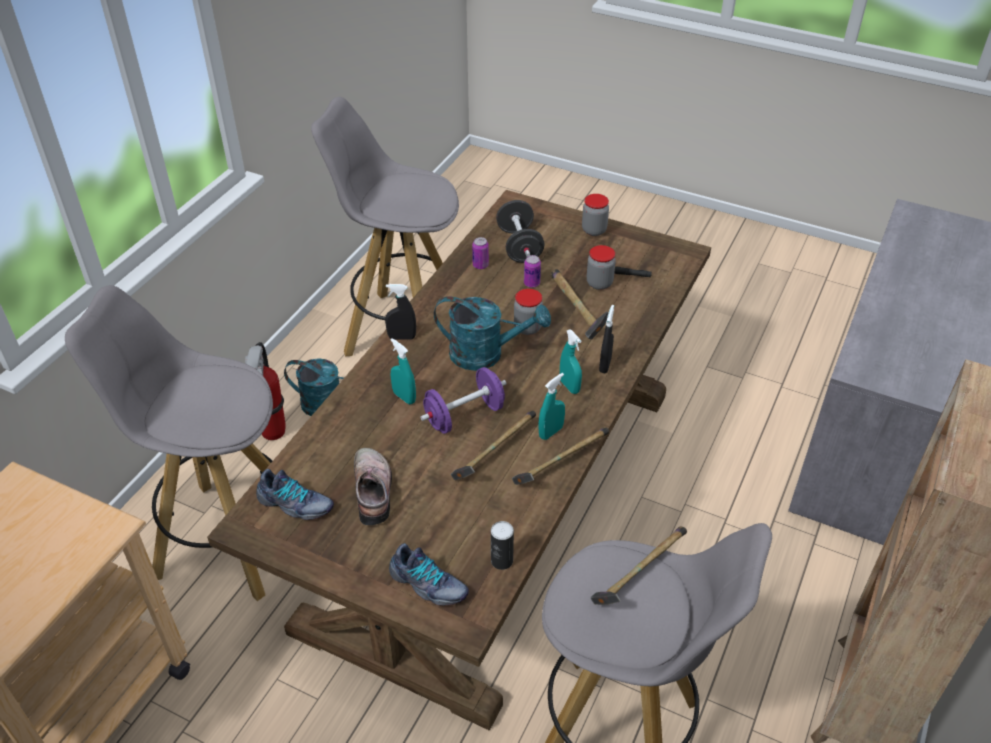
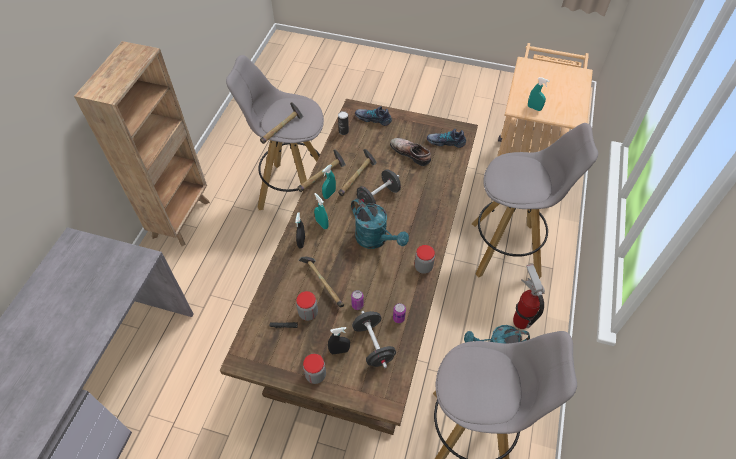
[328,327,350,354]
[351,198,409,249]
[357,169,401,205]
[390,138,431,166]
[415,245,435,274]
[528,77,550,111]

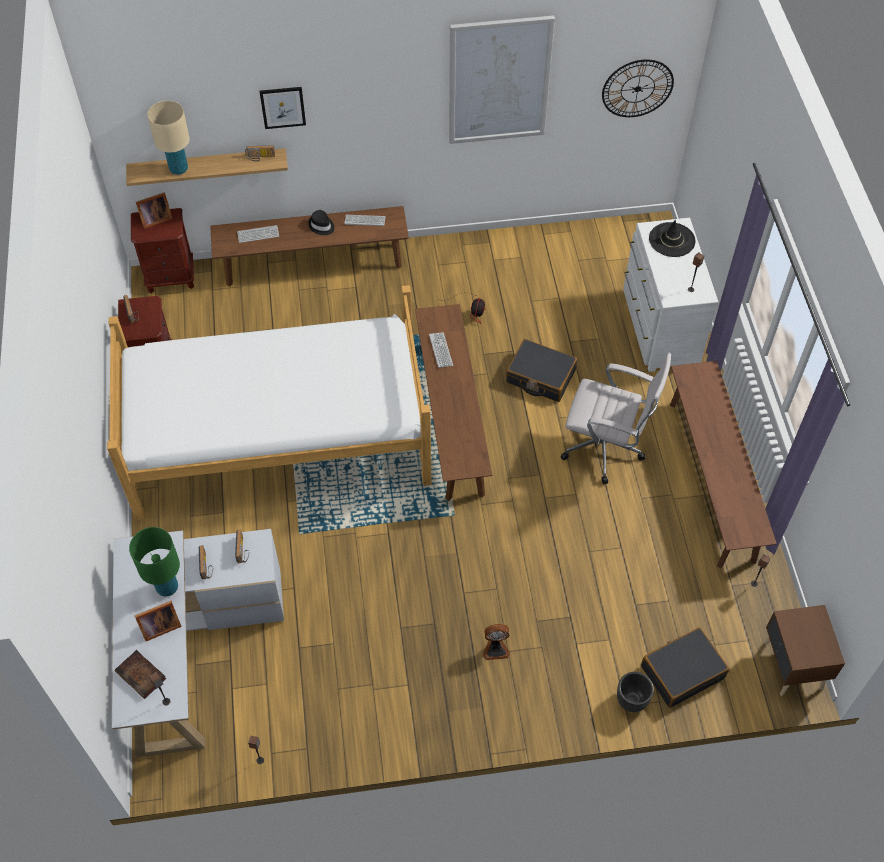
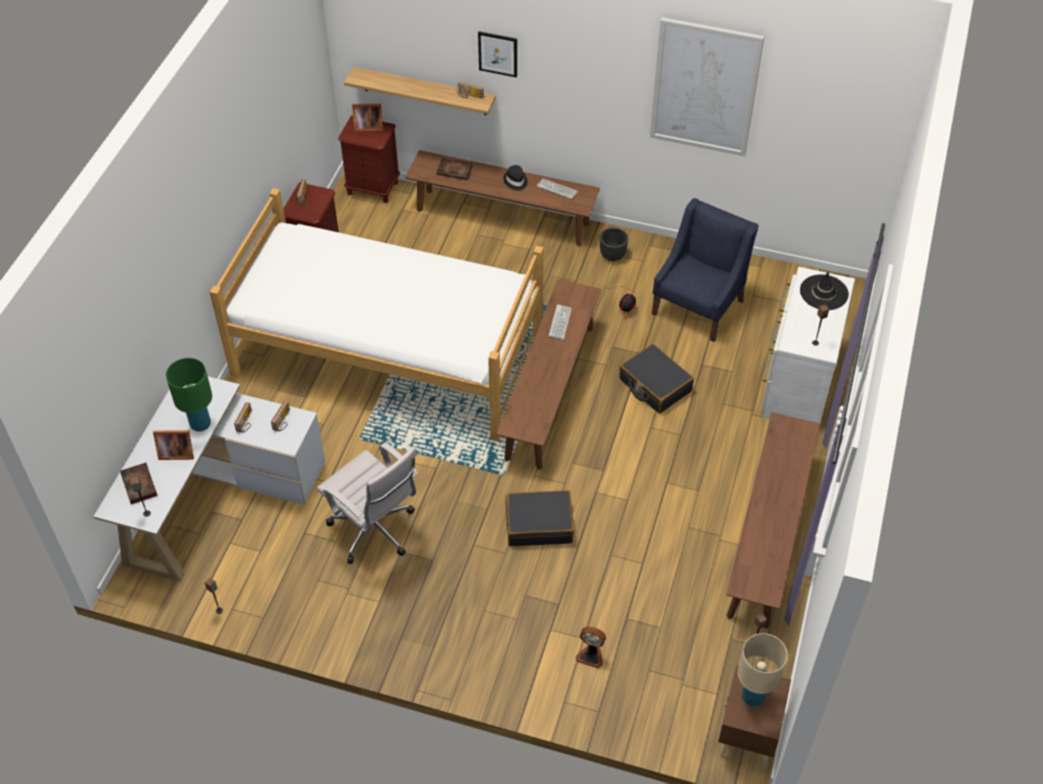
[317,442,418,564]
[437,158,473,180]
[506,490,574,546]
[576,626,606,669]
[600,228,628,261]
[652,198,759,342]
[738,633,788,706]
[602,59,674,117] (first image)

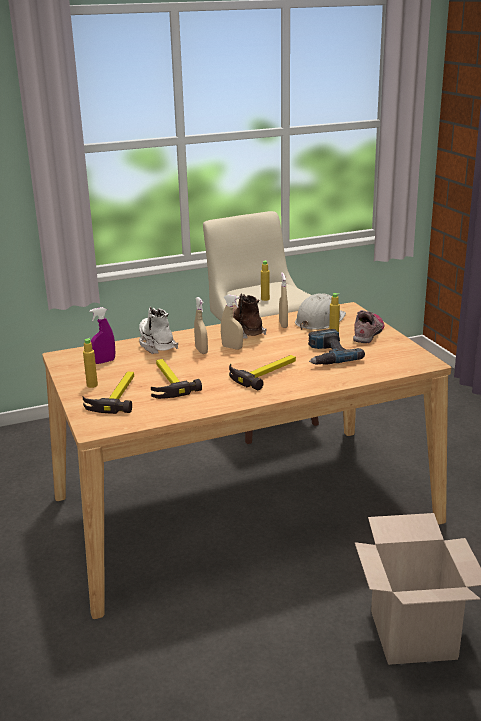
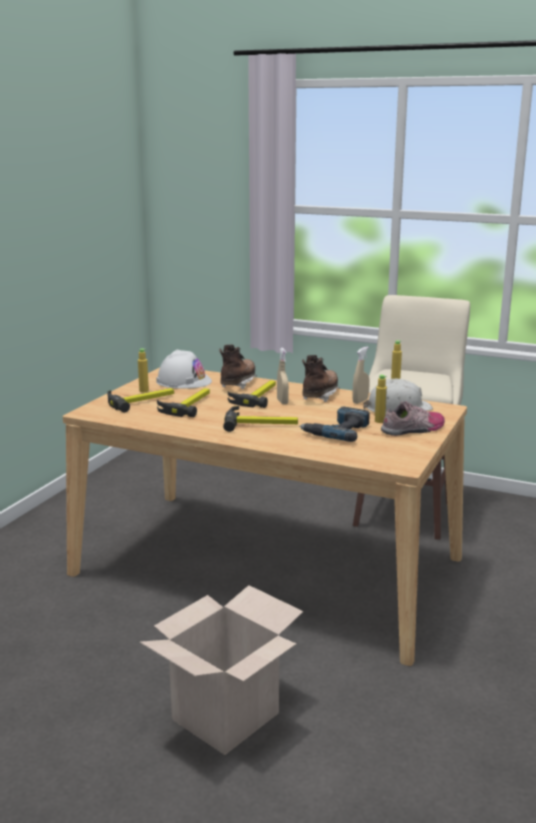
[156,350,212,389]
[219,345,257,389]
[228,380,276,408]

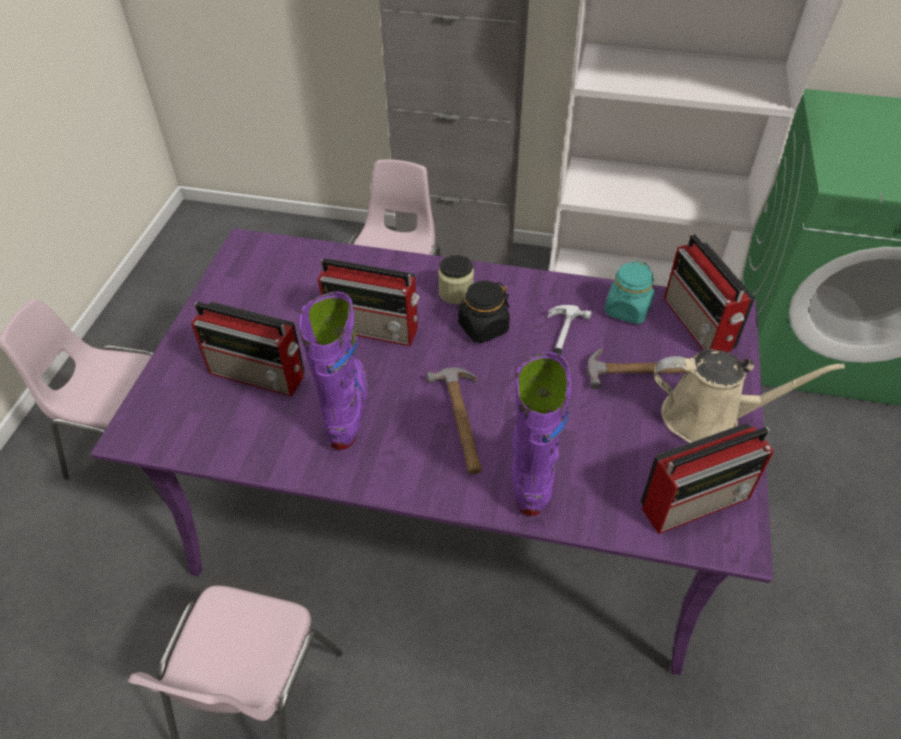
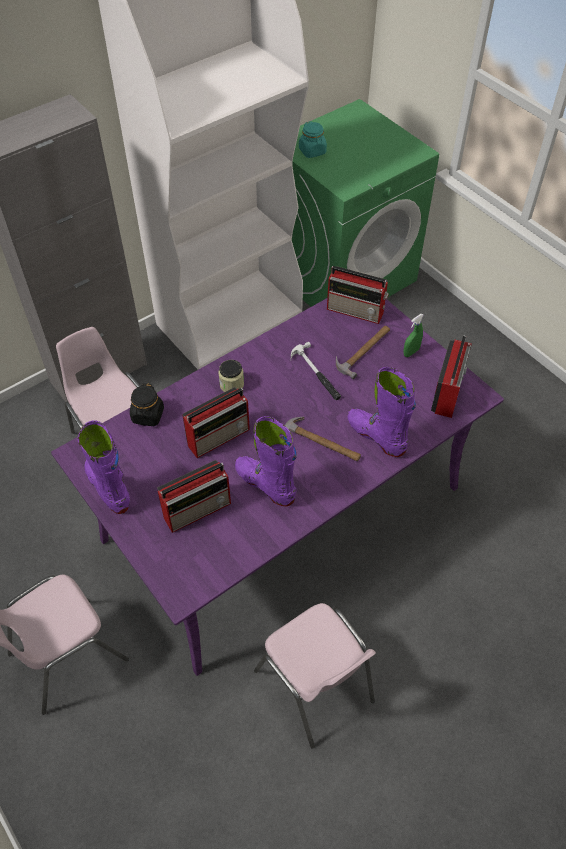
[78,421,130,514]
[130,383,164,426]
[299,121,327,158]
[403,314,424,357]

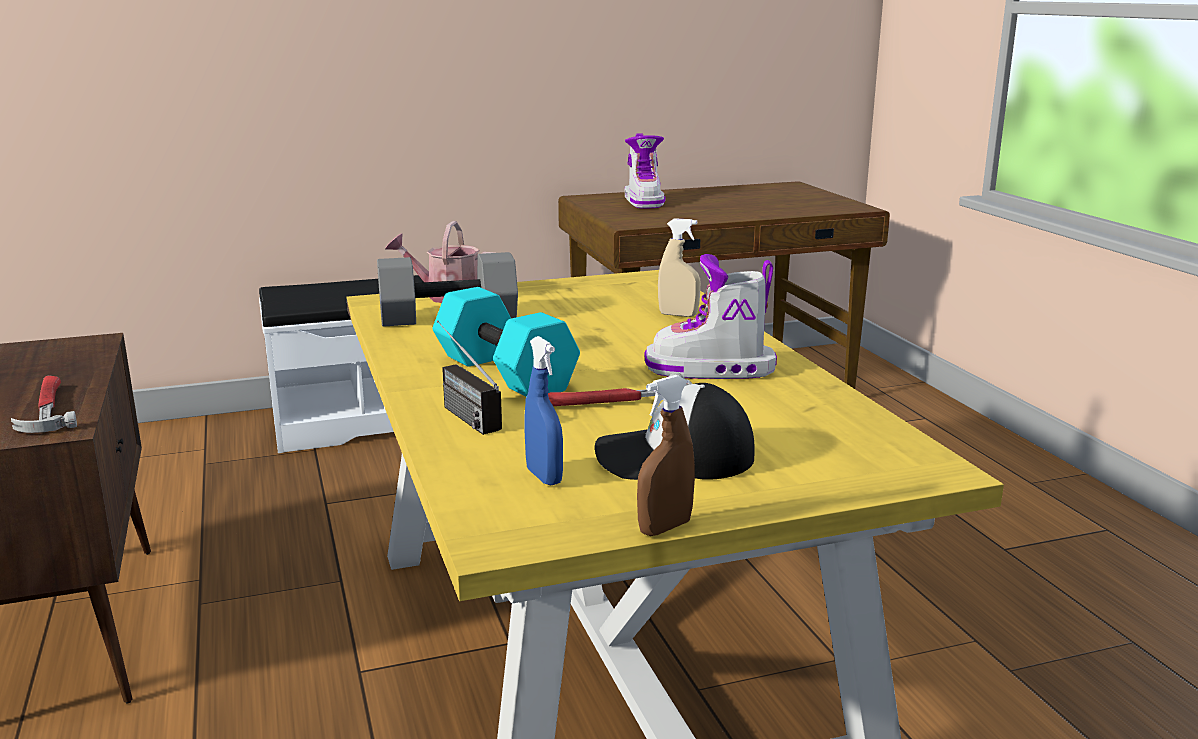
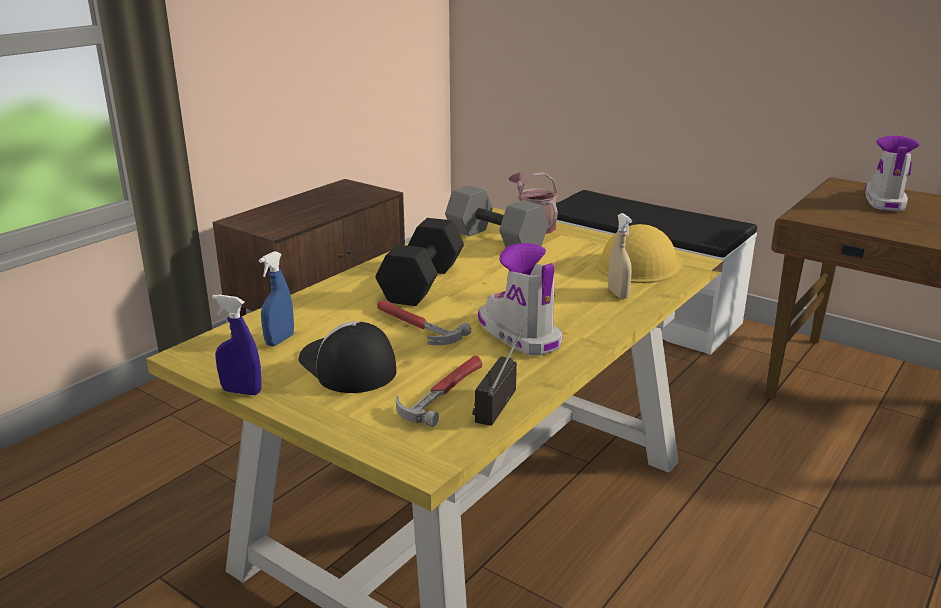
[212,294,261,395]
[375,218,464,306]
[396,355,482,427]
[472,318,528,426]
[596,224,684,283]
[865,135,920,211]

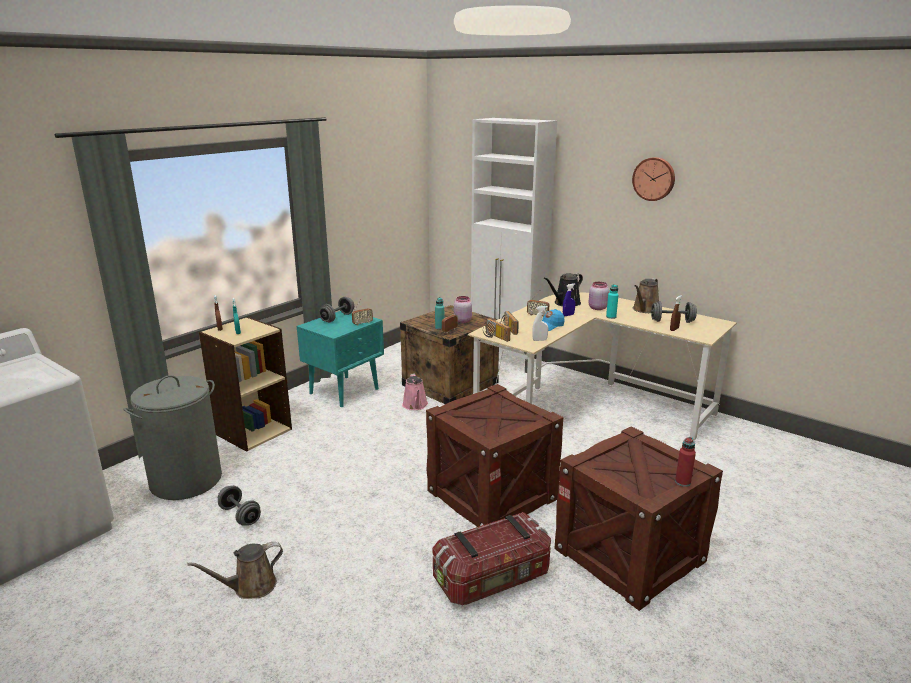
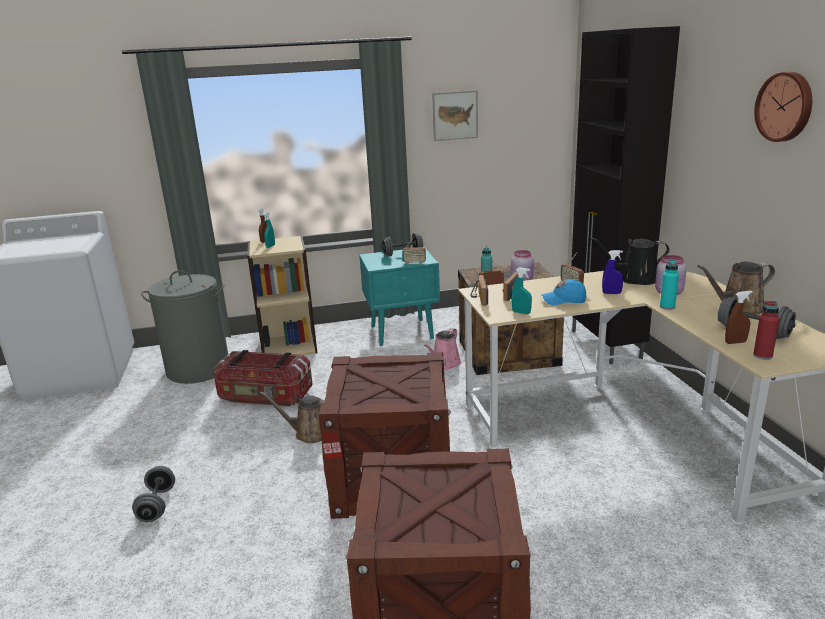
[132,466,175,522]
[213,350,313,407]
[260,392,325,443]
[432,90,478,141]
[512,267,532,314]
[571,26,680,365]
[753,301,780,360]

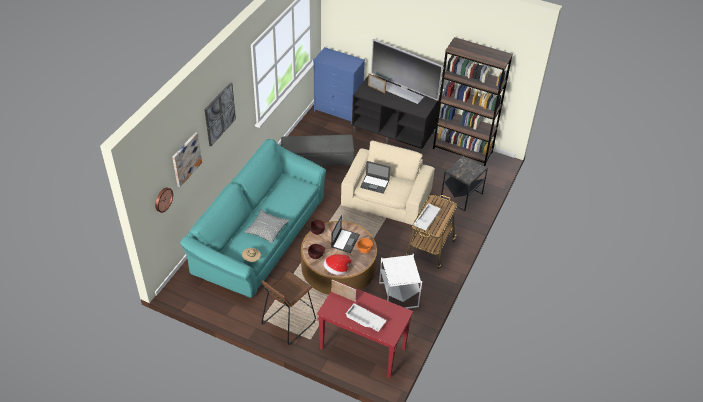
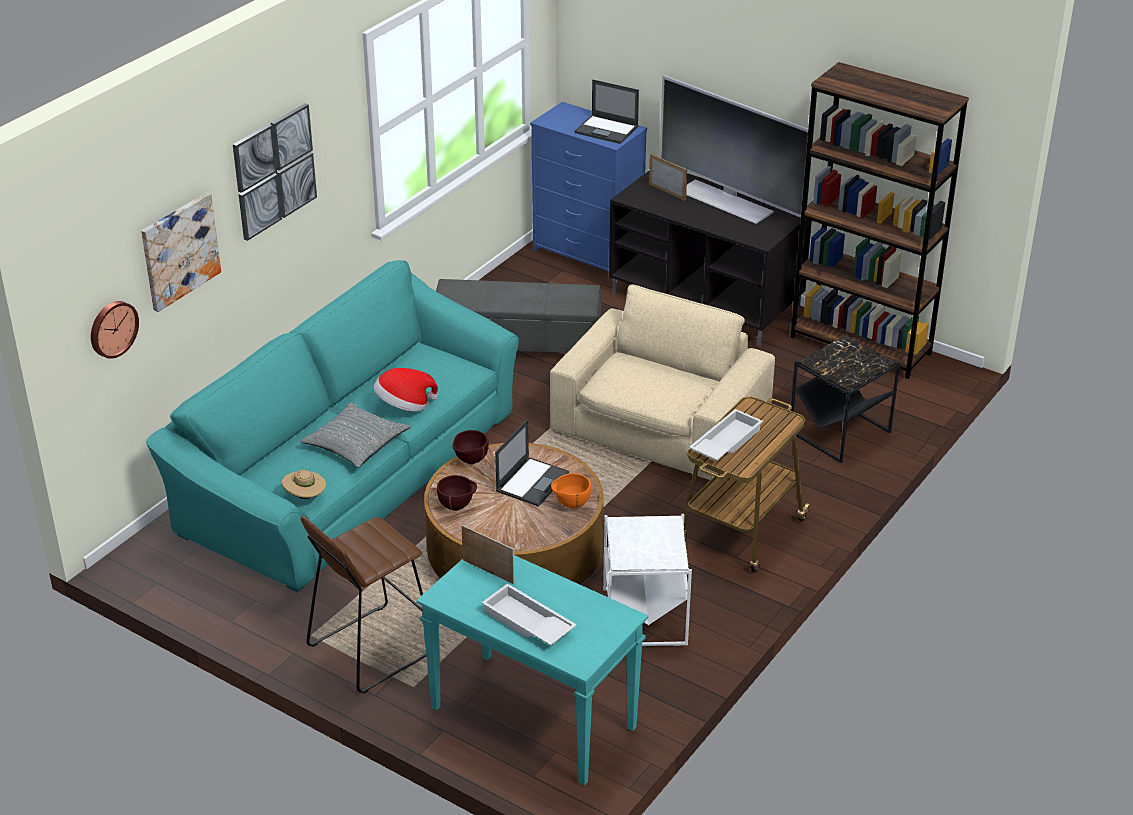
[374,368,438,412]
[416,555,648,785]
[574,79,639,144]

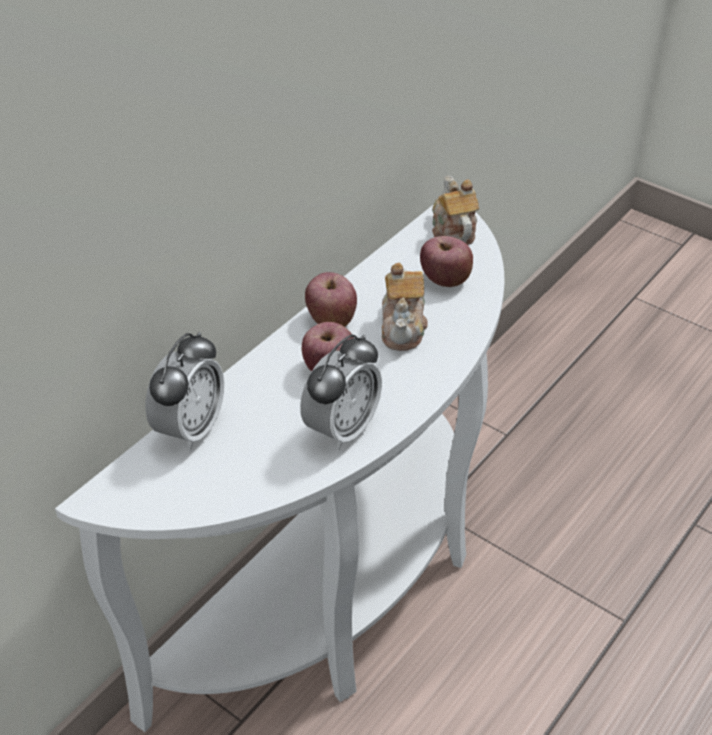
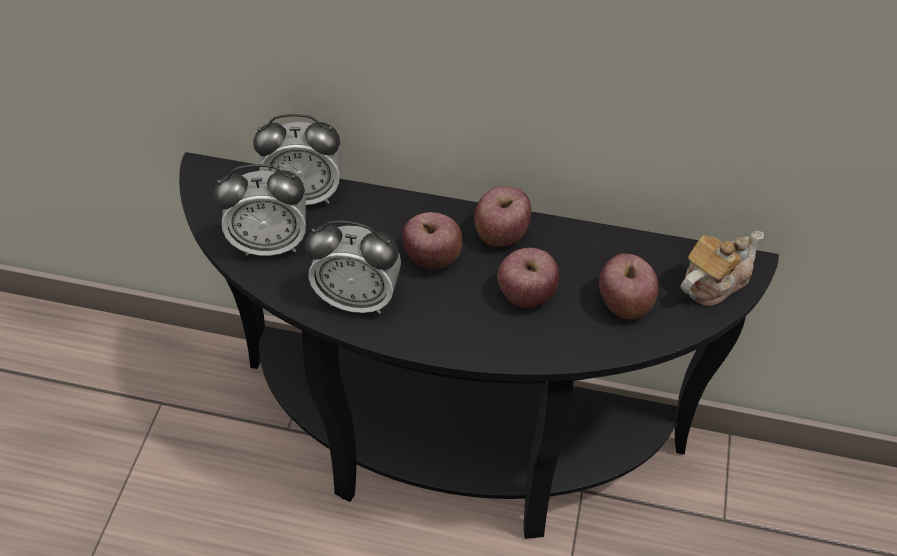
[179,152,779,539]
[214,164,306,256]
[497,248,559,308]

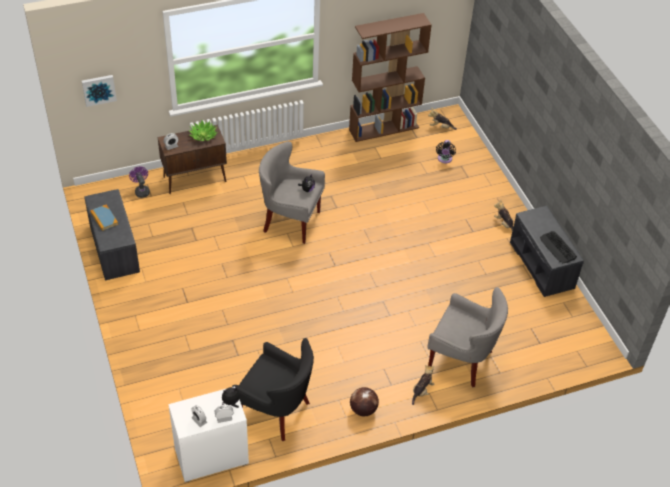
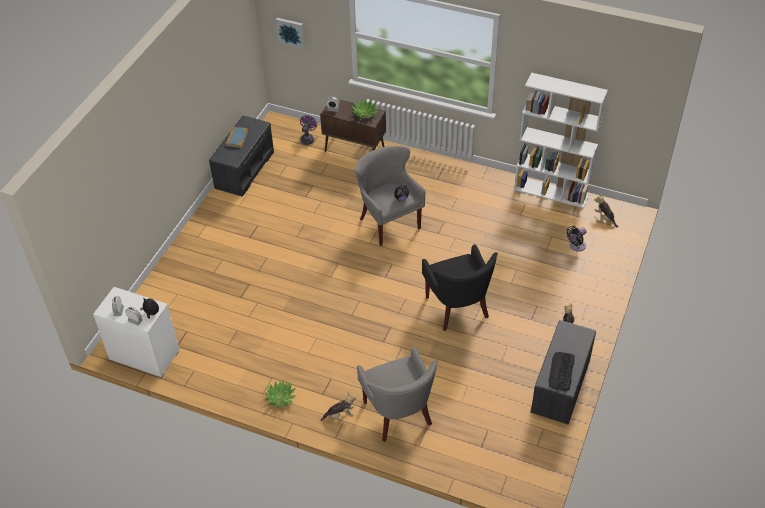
[265,380,297,408]
[422,245,498,331]
[514,72,608,208]

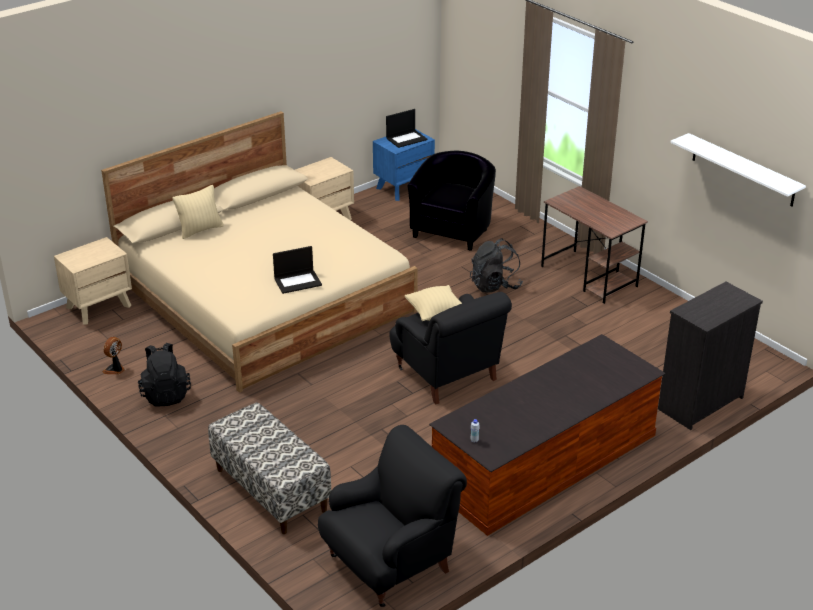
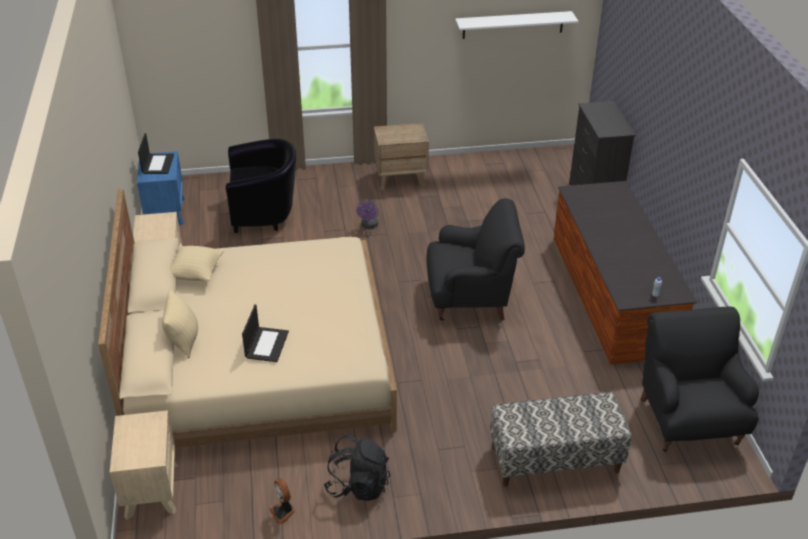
[170,246,224,281]
[225,139,296,233]
[242,304,289,362]
[356,200,378,229]
[374,123,429,190]

